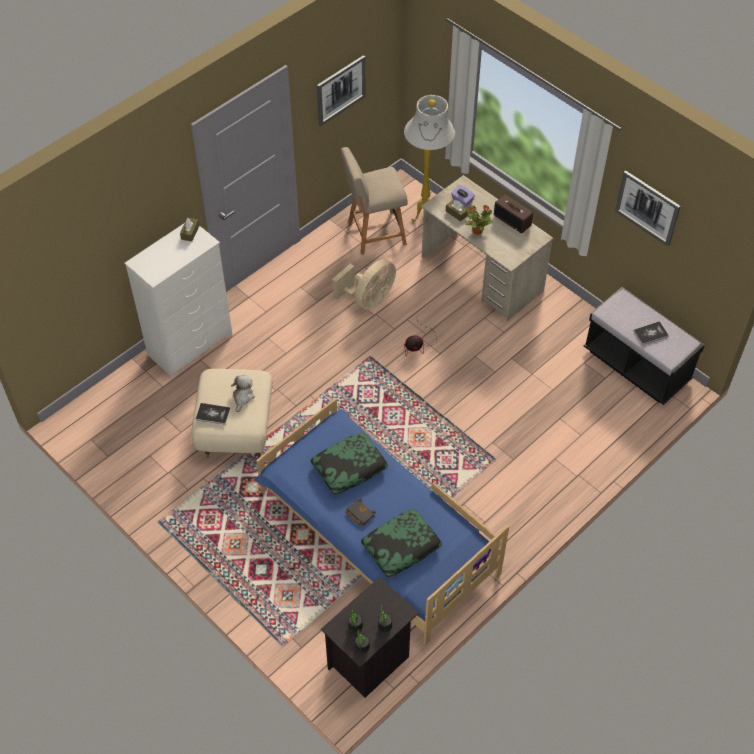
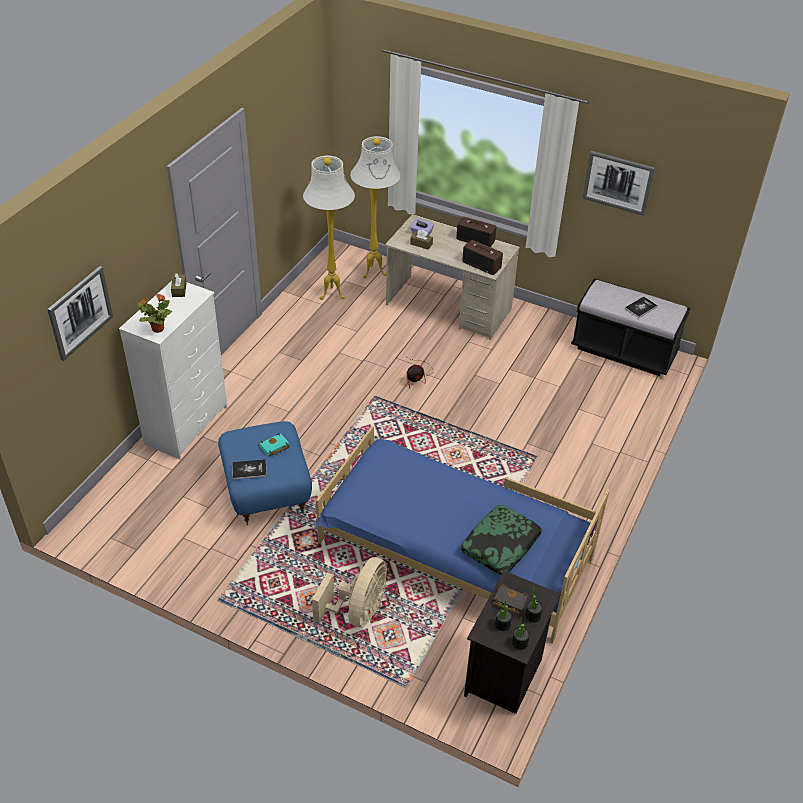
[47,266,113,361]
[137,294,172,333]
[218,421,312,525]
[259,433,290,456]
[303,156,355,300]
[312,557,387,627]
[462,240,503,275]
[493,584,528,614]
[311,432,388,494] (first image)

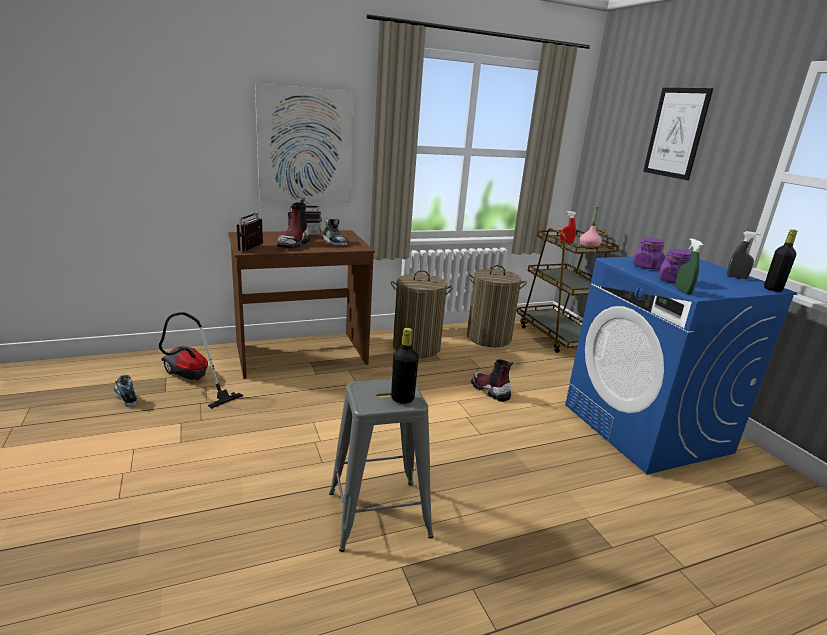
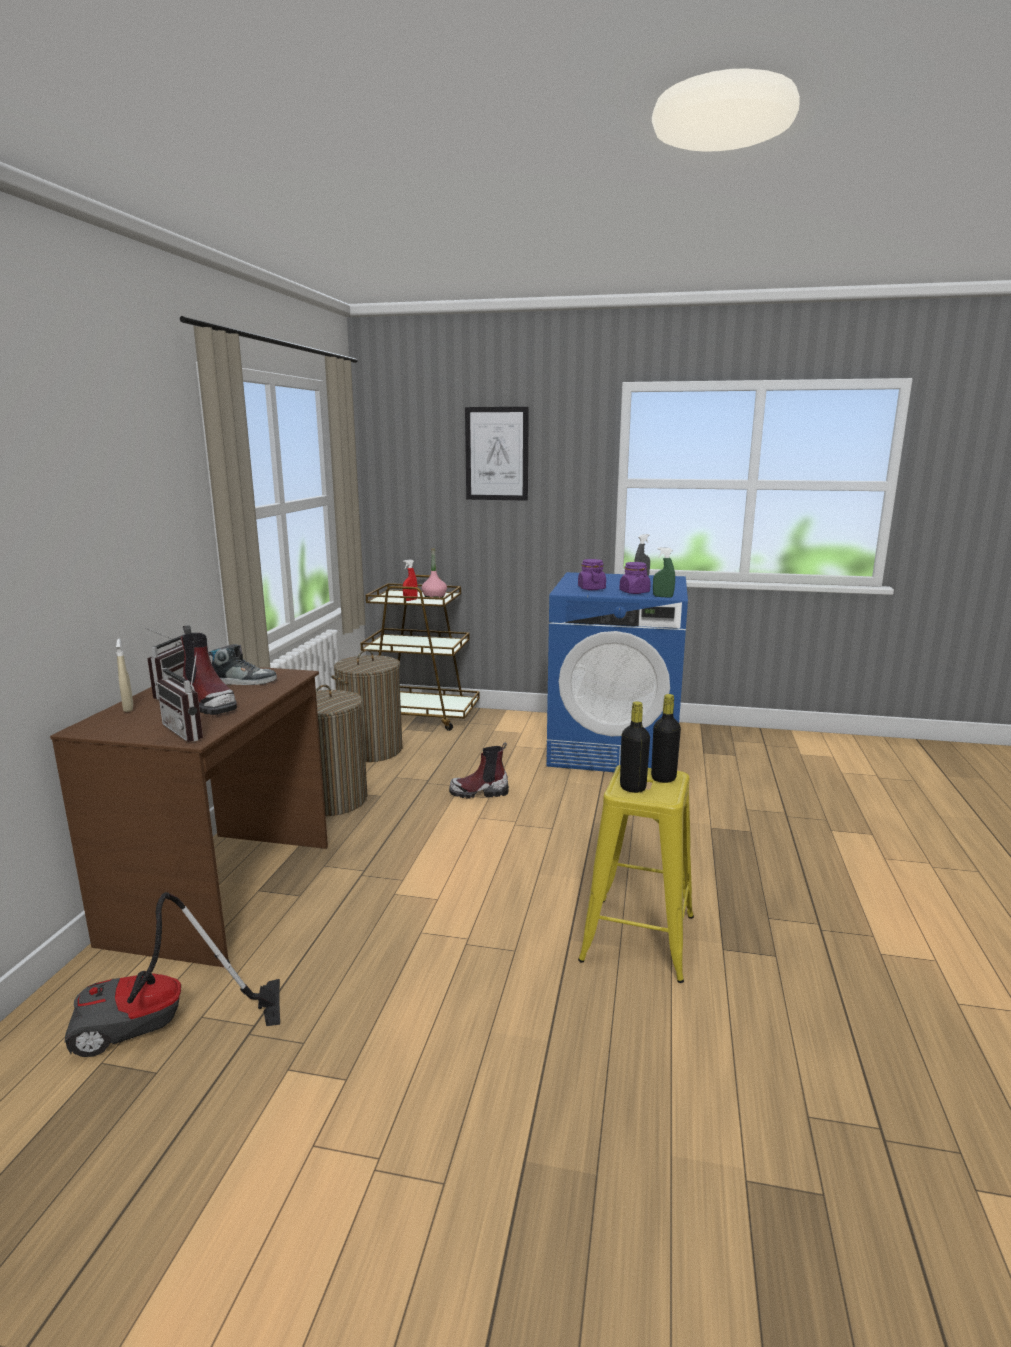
[116,639,133,712]
[578,765,694,983]
[620,701,650,793]
[114,375,137,407] (first image)
[255,83,353,202] (first image)

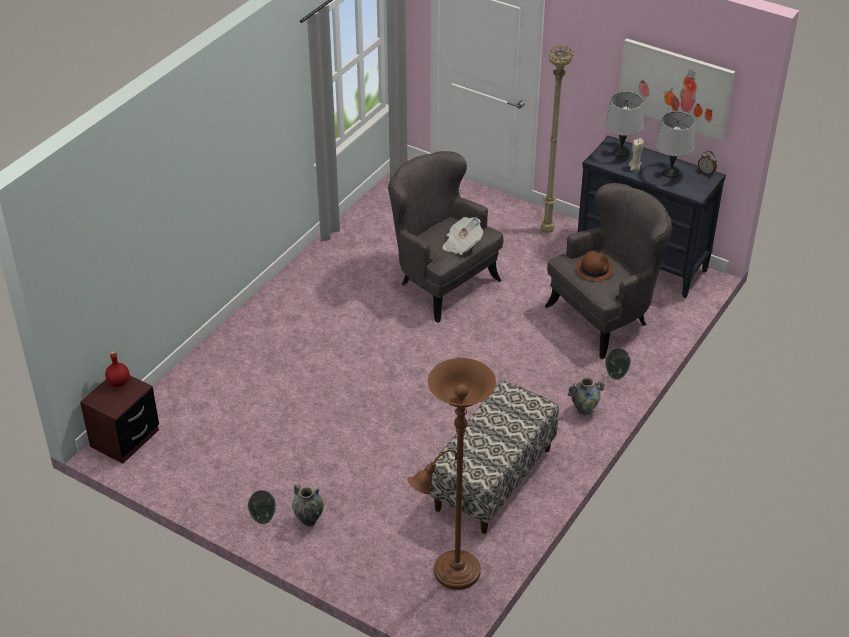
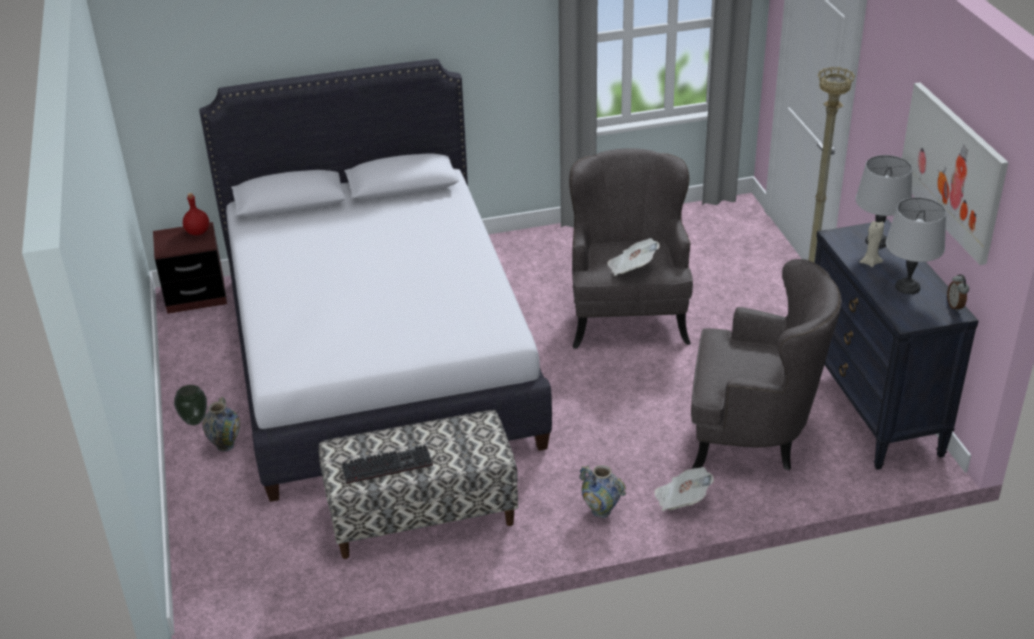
[199,59,552,502]
[342,445,433,484]
[654,467,714,511]
[408,358,496,590] (first image)
[576,251,614,282] (first image)

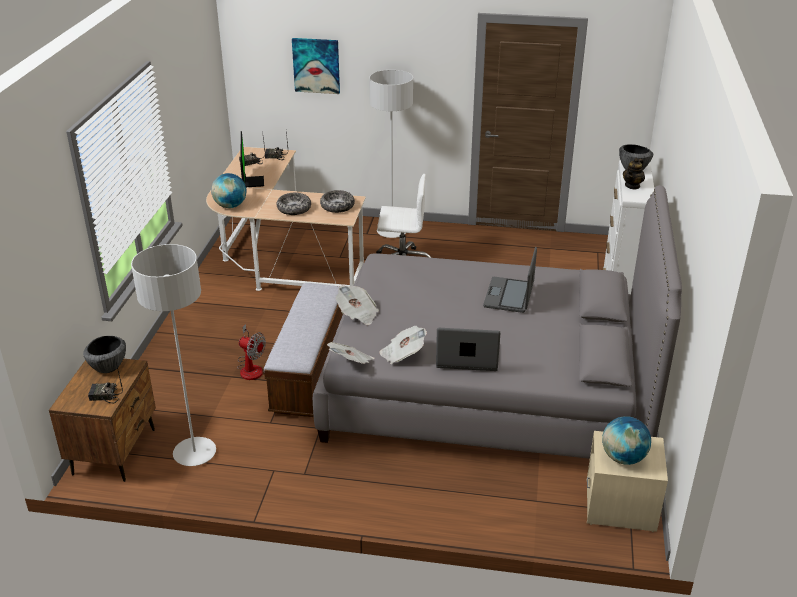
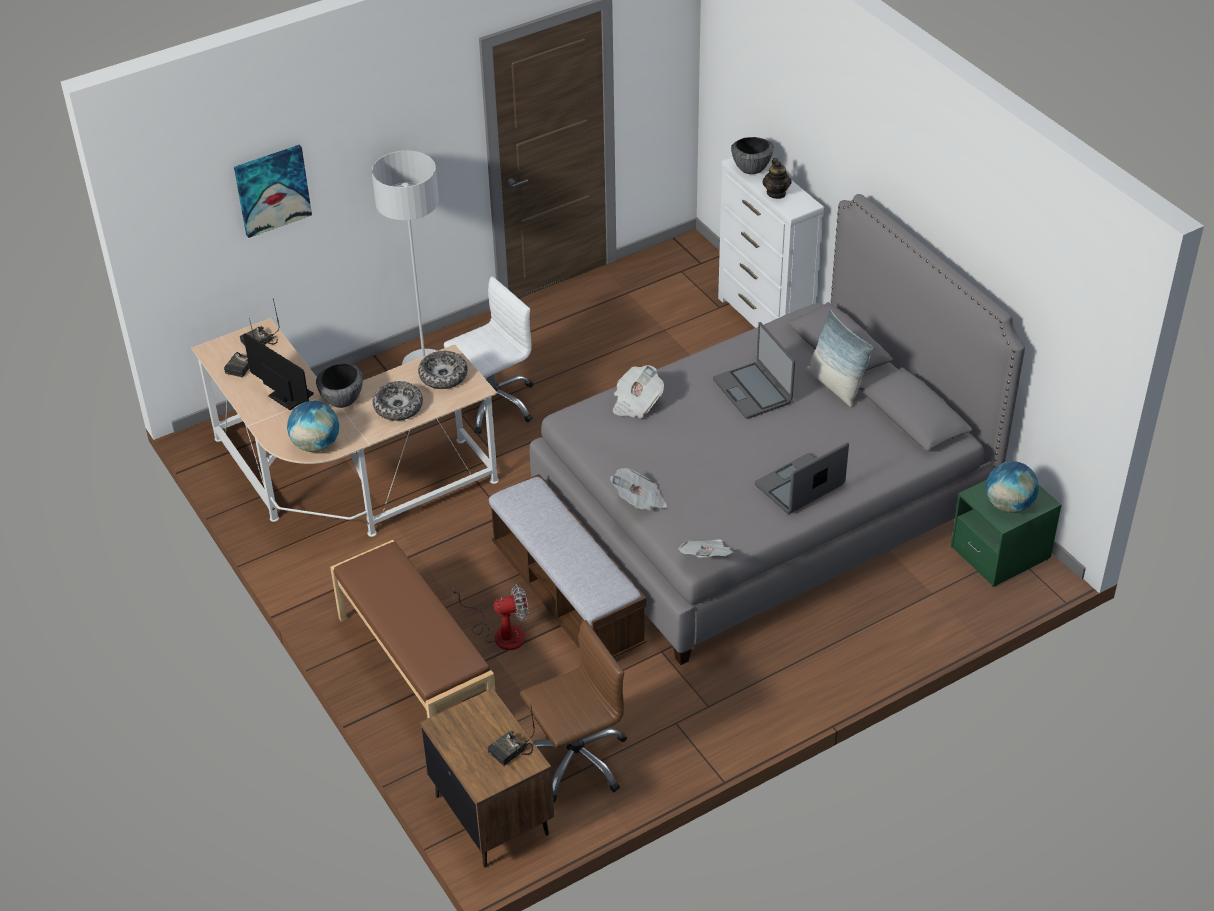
[316,363,363,408]
[330,540,495,718]
[520,620,627,802]
[612,365,664,418]
[806,310,875,407]
[951,480,1062,587]

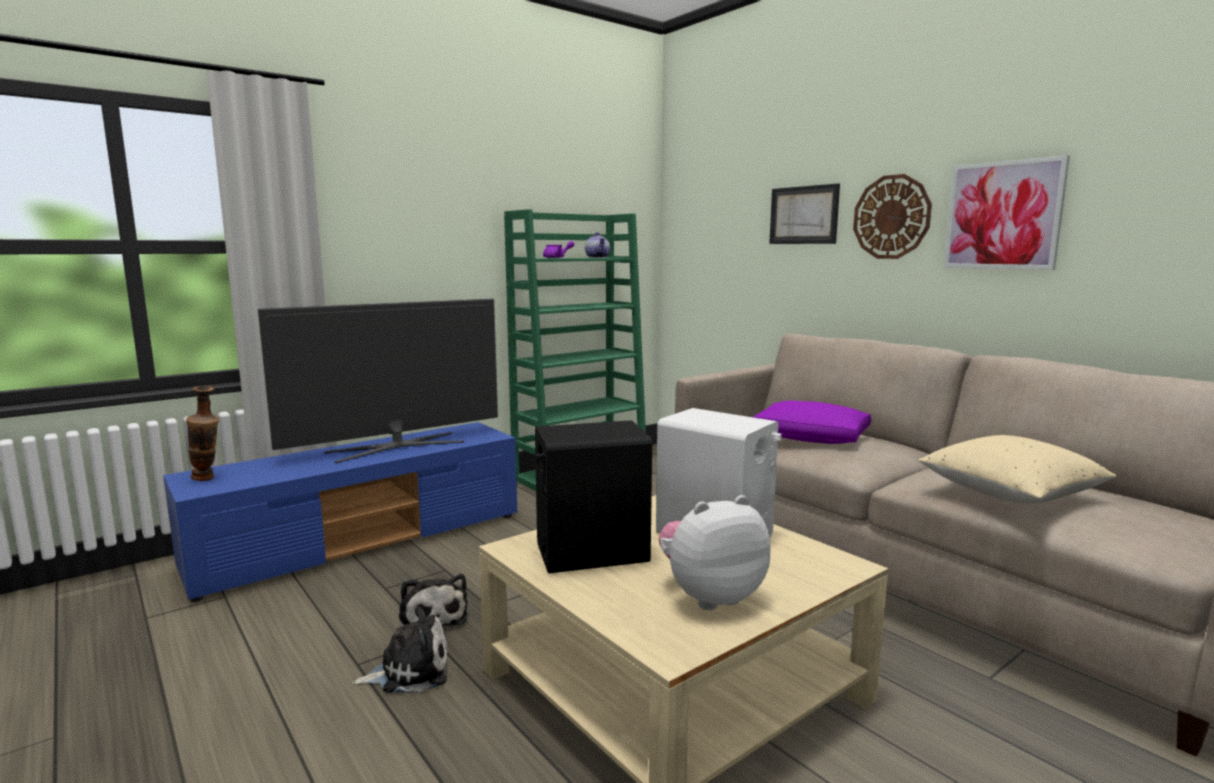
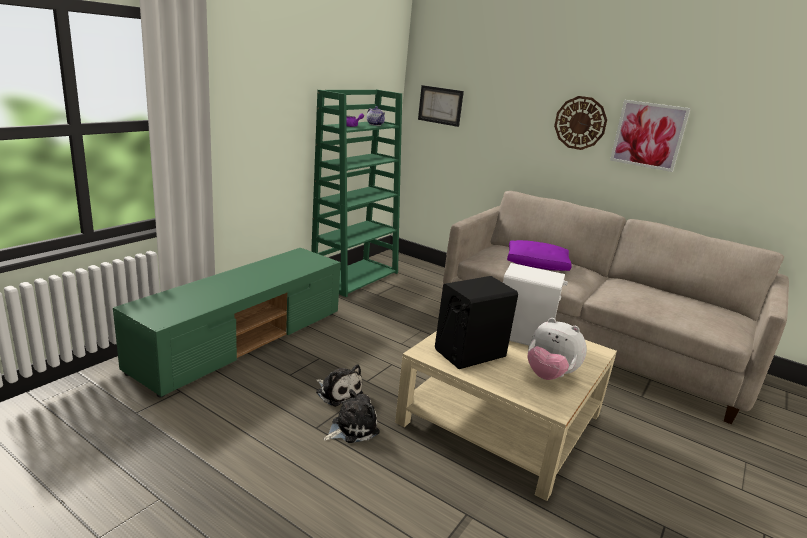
[113,248,341,398]
[418,85,464,127]
[527,318,587,380]
[186,386,219,481] (first image)
[258,298,498,463] (first image)
[918,435,1117,504] (first image)

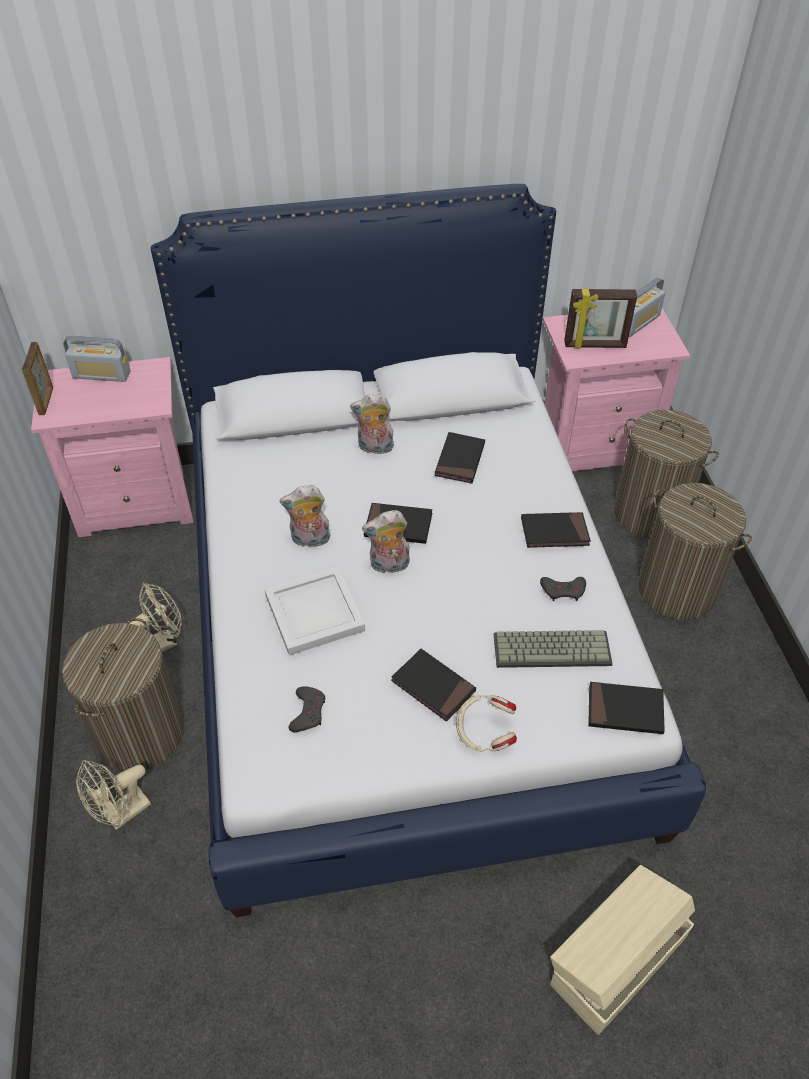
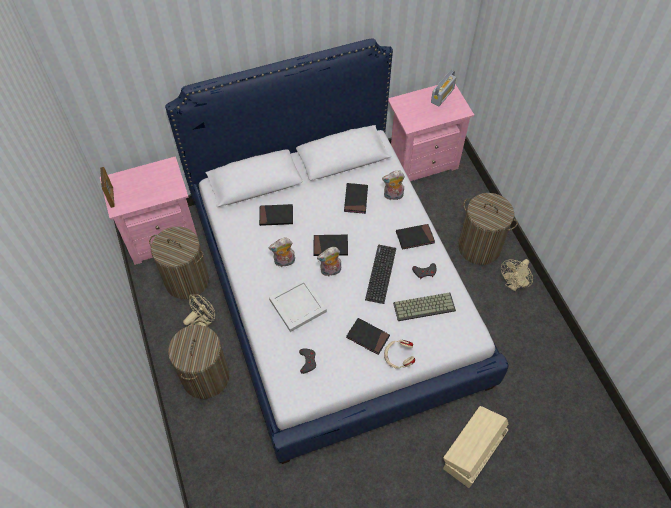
[149,227,209,299]
[259,204,293,226]
[365,245,396,304]
[382,170,405,200]
[501,259,533,291]
[63,335,131,382] (first image)
[564,289,637,348] (first image)

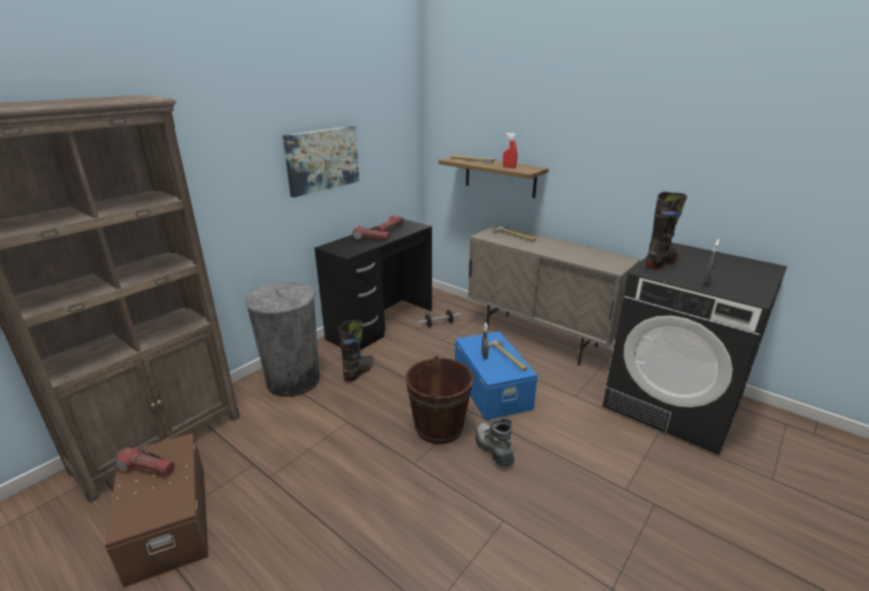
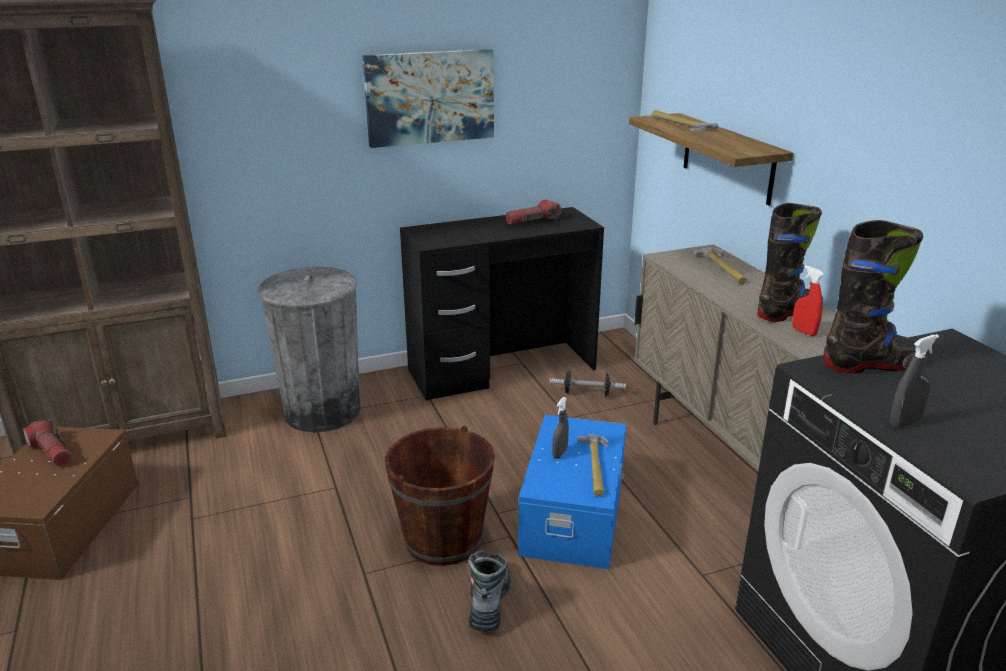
[758,203,823,322]
[792,266,824,336]
[353,226,390,240] (first image)

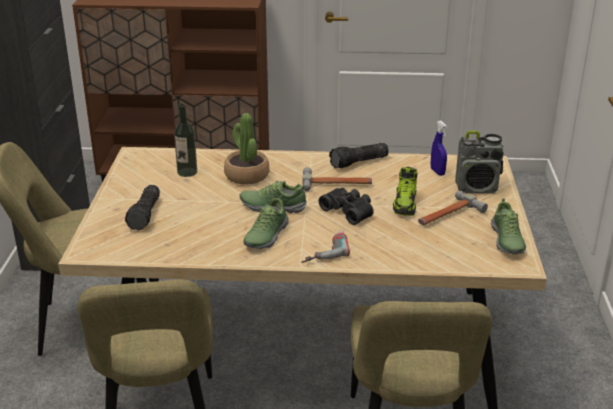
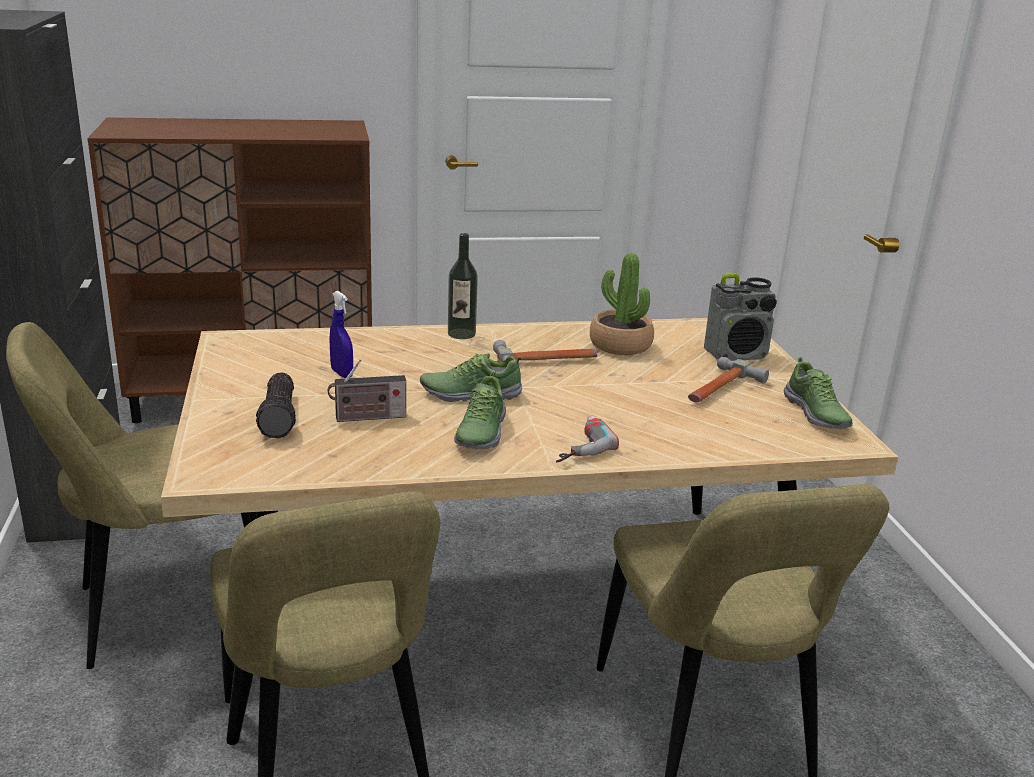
[327,359,406,422]
[330,291,353,378]
[448,233,478,339]
[590,253,654,355]
[318,188,374,225] (first image)
[329,143,389,168] (first image)
[393,167,418,216] (first image)

